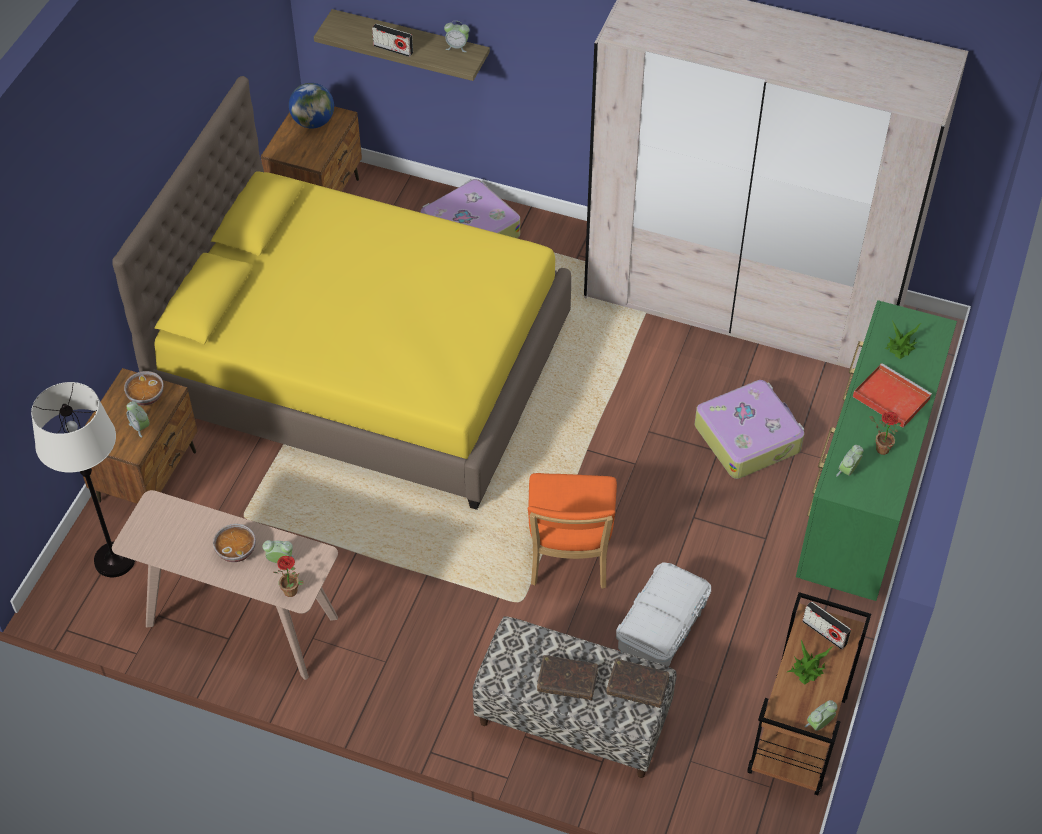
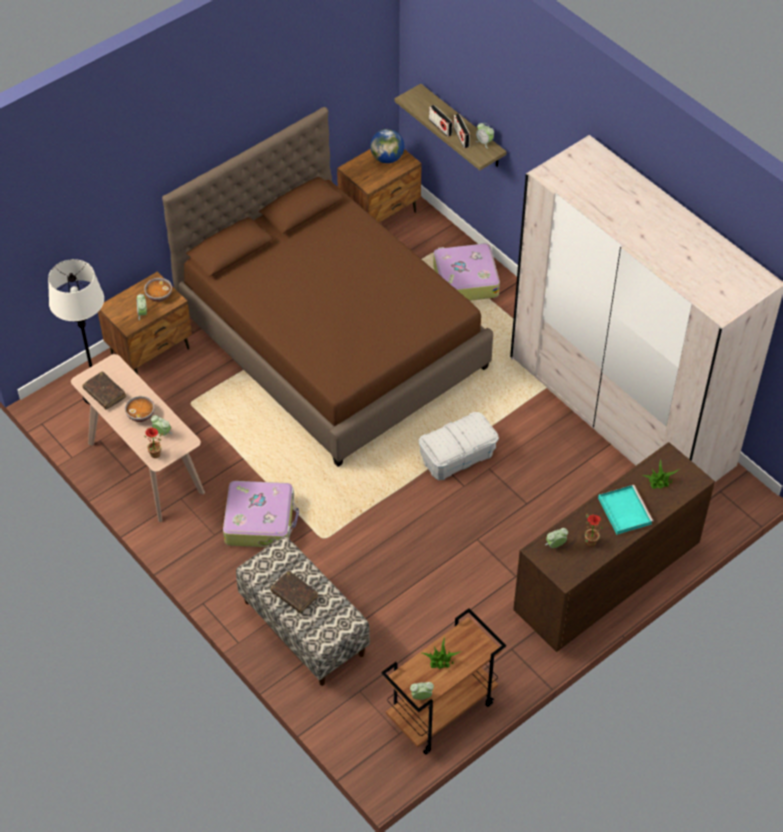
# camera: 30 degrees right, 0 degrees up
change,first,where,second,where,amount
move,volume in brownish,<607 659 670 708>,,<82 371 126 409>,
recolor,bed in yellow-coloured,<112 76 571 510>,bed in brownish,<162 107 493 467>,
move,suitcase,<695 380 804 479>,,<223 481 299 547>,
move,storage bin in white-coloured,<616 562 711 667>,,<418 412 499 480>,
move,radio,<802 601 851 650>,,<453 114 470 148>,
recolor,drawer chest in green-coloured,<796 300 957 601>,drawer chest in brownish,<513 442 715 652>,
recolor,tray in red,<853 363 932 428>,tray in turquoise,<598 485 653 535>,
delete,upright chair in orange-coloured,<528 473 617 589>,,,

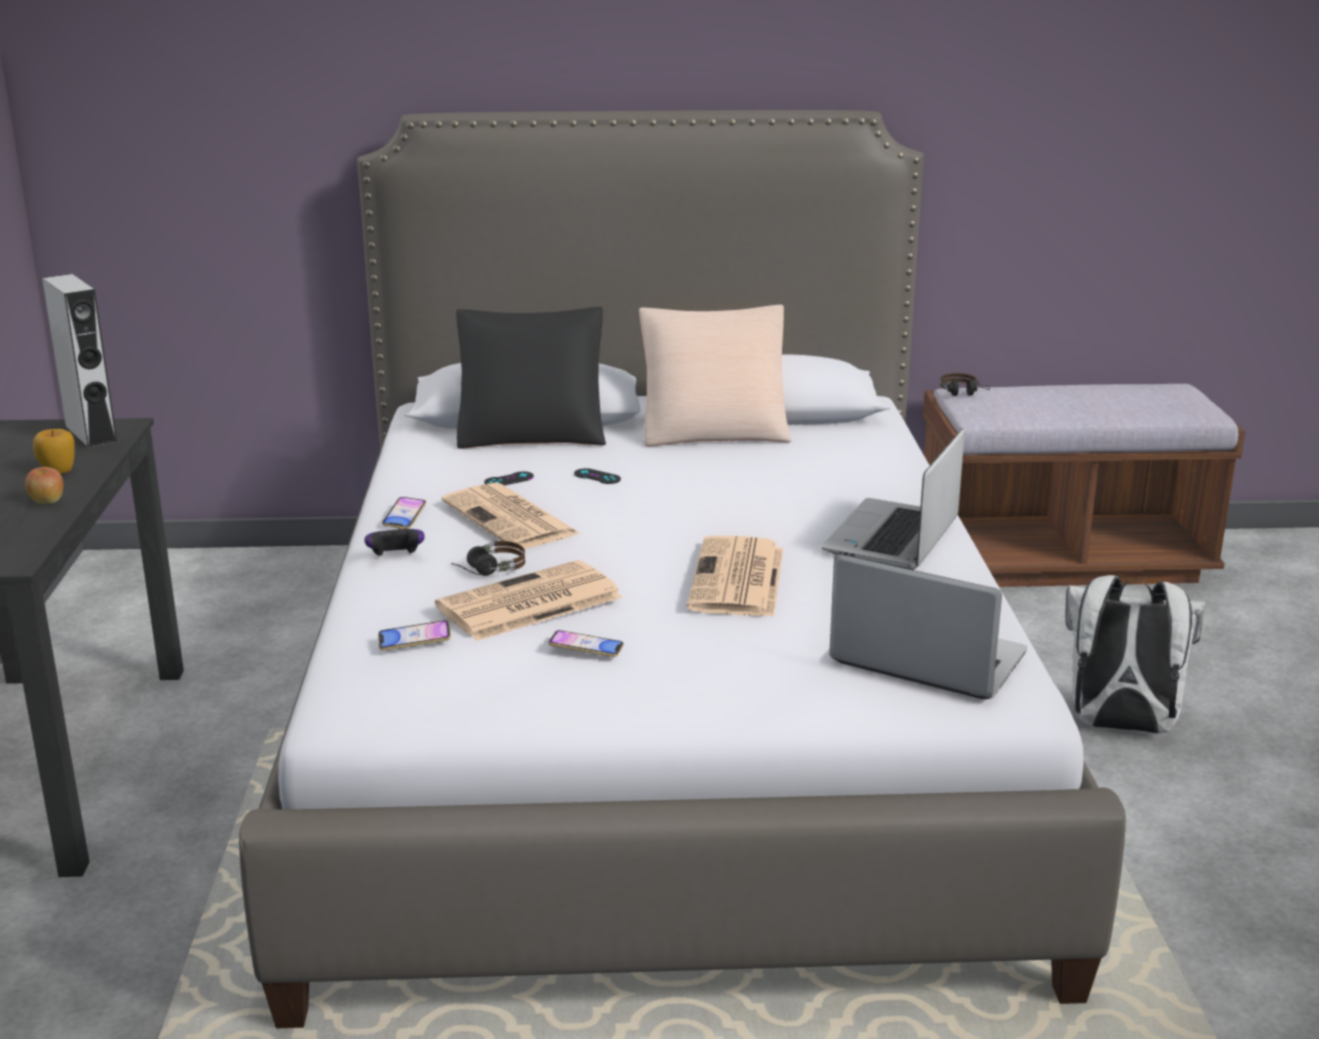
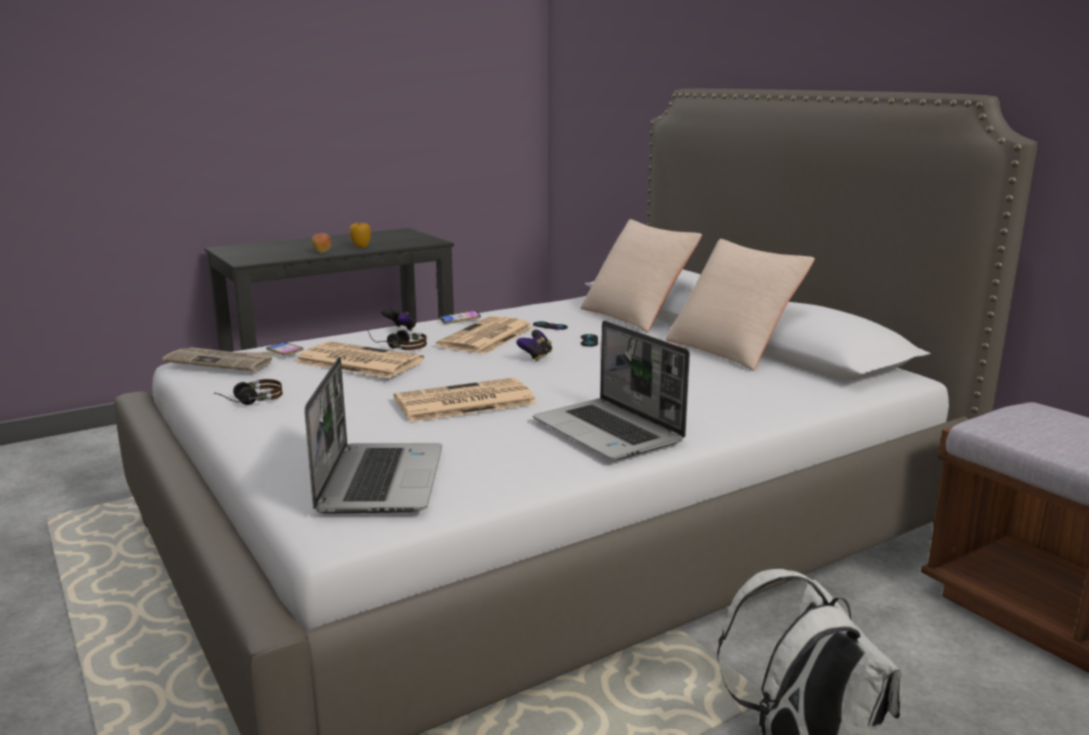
# camera: 60 degrees right, 5 degrees down
change,first,where,second,where,amount
insert,,,printed paper,<162 347 276 372>,
move,headset,<940 373 990 396>,,<214 379 283 405>,
insert,,,game controller,<516 330 552 361>,
rotate,notebook computer,<822 428 964 570>,,<533 321 690 460>,120 degrees counterclockwise
recolor,pillow in black,<456 307 606 449>,pillow in beige,<580 219 702 332>,
delete,speaker in gray,<42 274 118 448>,,,
delete,telephone,<548 630 624 657>,,,

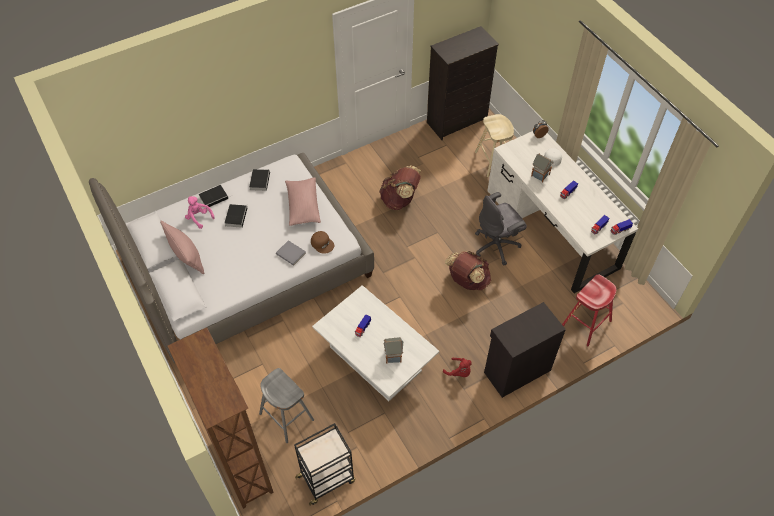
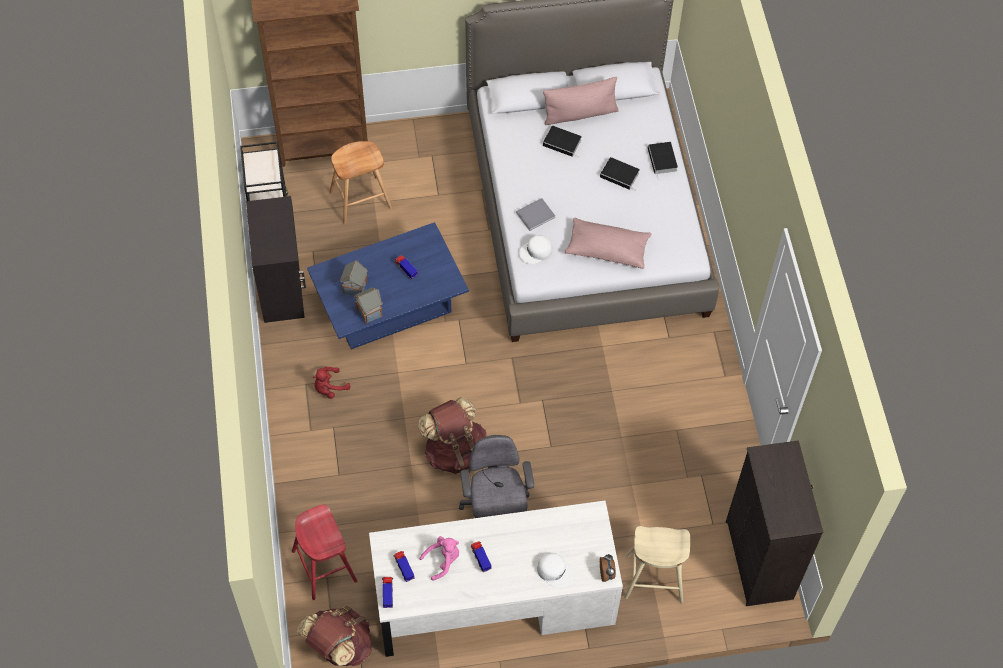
# camera: 110 degrees right, 5 degrees up
change,first,where,second,where,amount
move,cupboard in black,<484 302 566 398>,,<246 196 306 323>,
move,backpack in brownish,<379 165 421 210>,,<297 606 372 666>,
recolor,lounge table in white-coloured,<312 285 439 401>,lounge table in blue,<307 222 469 349>,
recolor,stool seat in gray,<259 368 314 443>,stool seat in brownish,<329 141 392 224>,
move,model house,<531 153 553 183>,,<354 287 383 324>,
move,plush toy in pinkish,<185 196 214 229>,,<420 536 459 581>,
recolor,cap in brownish,<311 231 334 254>,cap in white-coloured,<519 235 552 264>,
move,volume,<249 169 270 191>,,<543 126 582 158>,

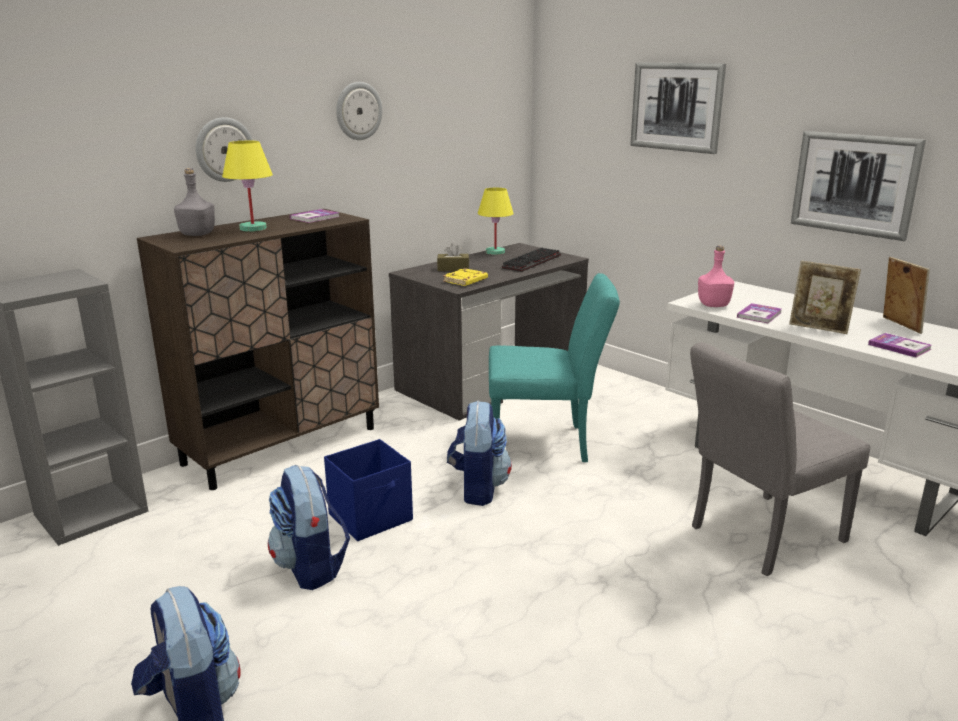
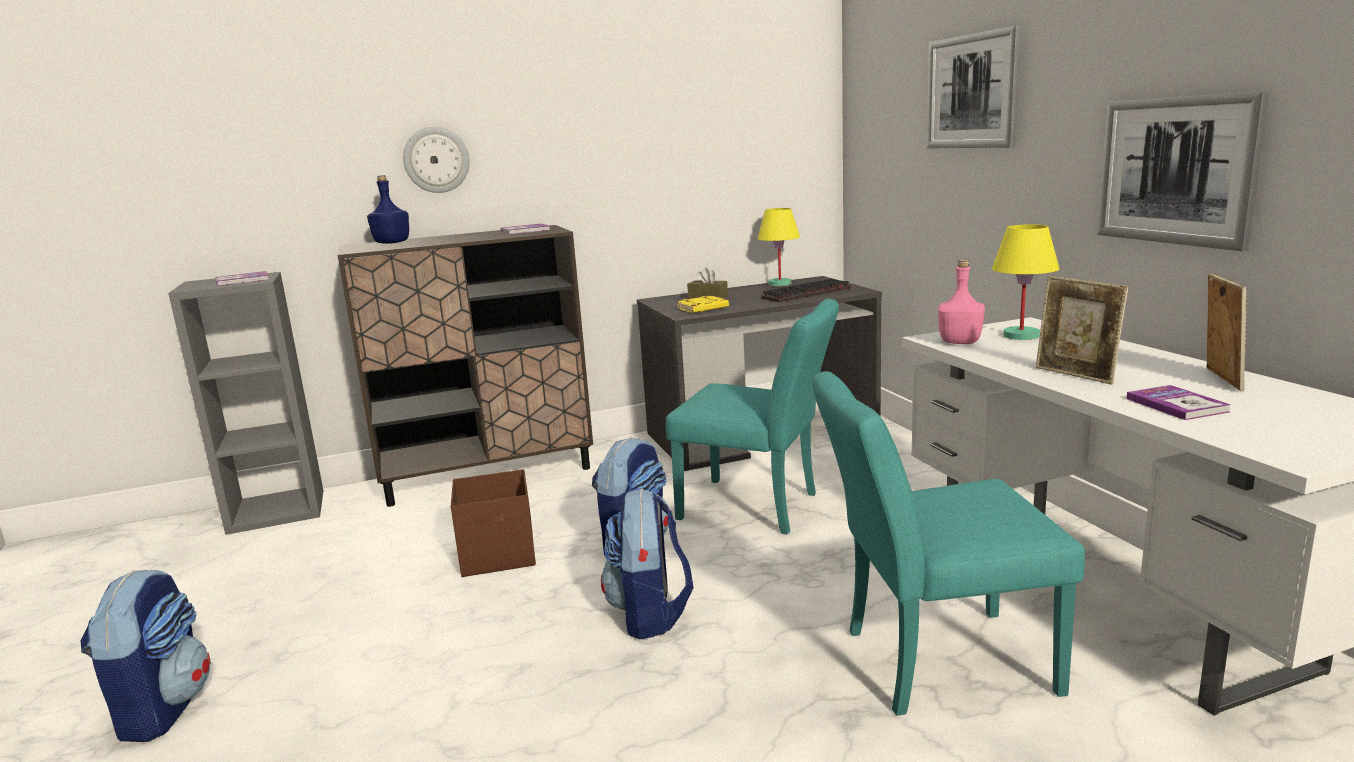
# camera: 25 degrees right, 5 degrees down
change,first,where,second,where,amount
move,volume,<737 303 782 323>,,<215 271 270 286>,
recolor,beverage bottle in gray,<174 168 215 236>,beverage bottle in blue,<367 175 409 244>,
recolor,storage bin in blue,<324 439 413 541>,storage bin in brownish,<451 469 536 577>,
move,backpack,<268 465 350 590>,,<601 488 693 640>,
recolor,upright chair in gray,<690 342 870 576>,upright chair in turquoise,<812 371 1085 716>,
move,tabletop lamp in yellow-coloured,<222 140 273 232>,,<992 224 1059 340>,
delete,hanging clock,<336 82 383 140>,,,

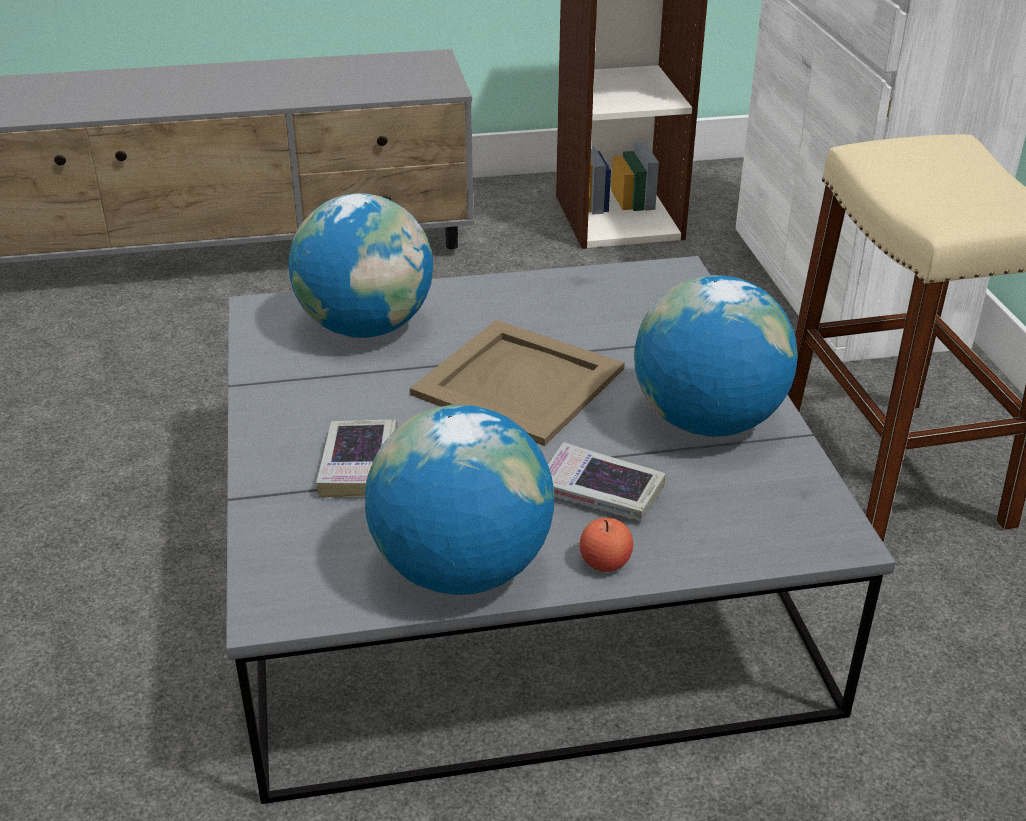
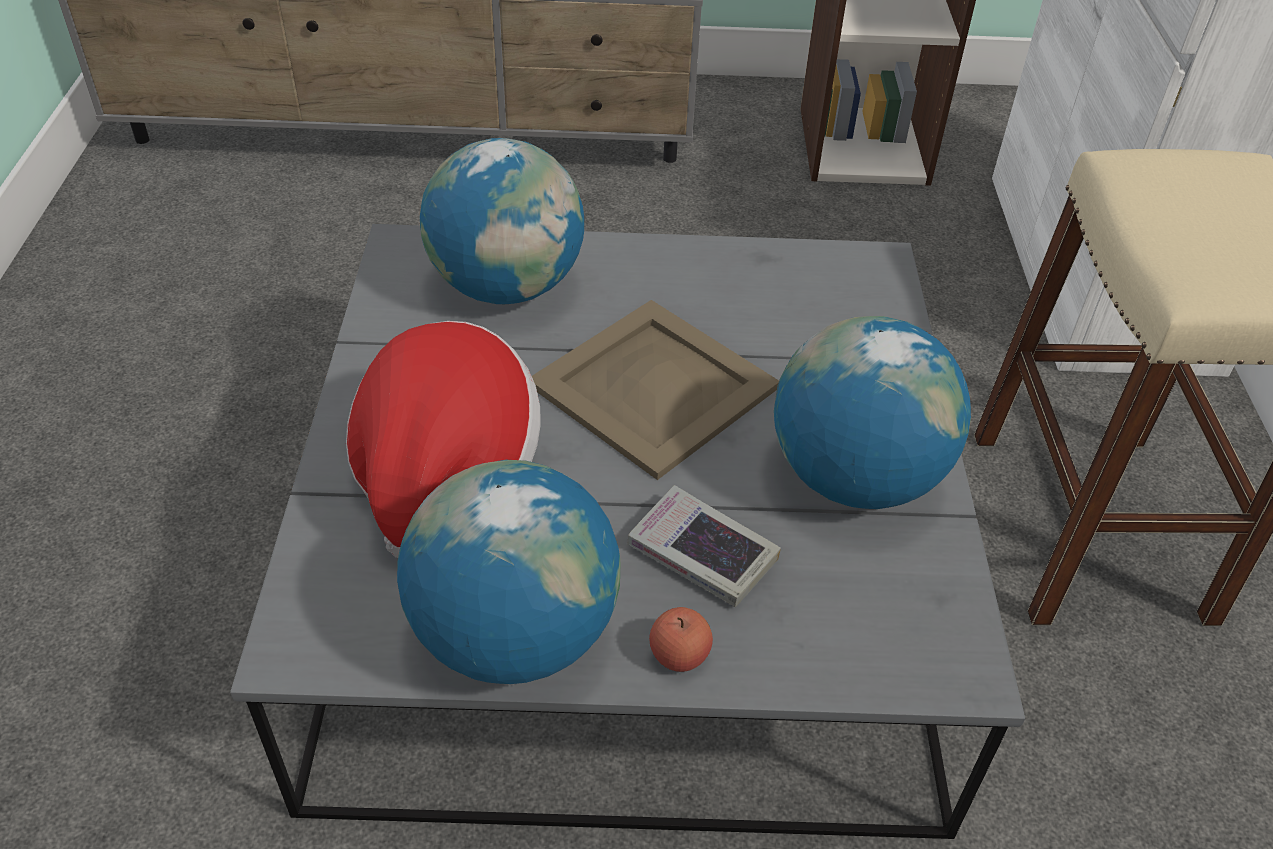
# camera: 10 degrees right, 10 degrees up
change,first,where,second,where,amount
replace,volume,<316 419 398 498>,wearable hat,<346 321 541 558>,

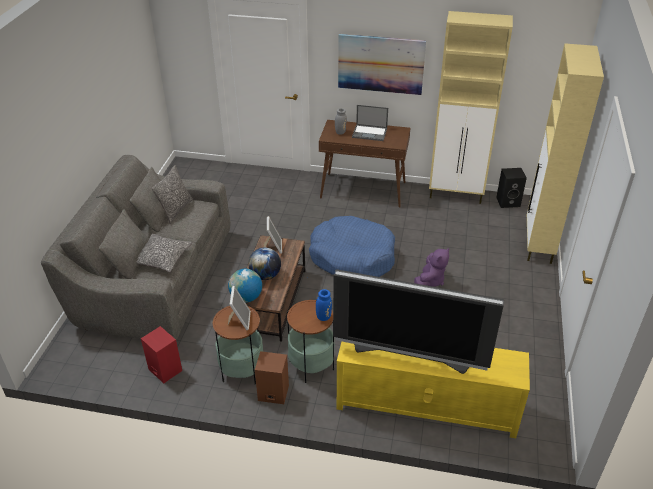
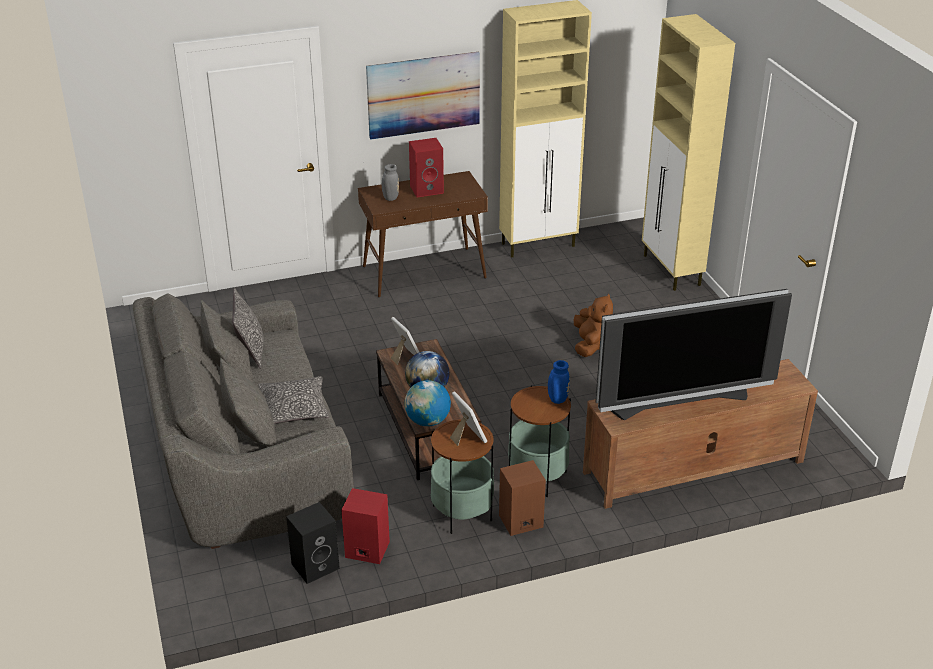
# camera: 30 degrees left, 5 degrees down
change,first,where,second,where,amount
move,speaker in black,<496 168 527 208>,,<286 502 340 584>,
replace,notebook computer,<352 105 388 141>,speaker in red,<409 138 444 197>,
recolor,plush toy in purple-coloured,<414 248 449 287>,plush toy in brownish,<574 293 613 357>,
recolor,tv unit in yellow-coloured,<337 341 530 438>,tv unit in brownish,<583 359 818 509>,
delete,dog bed in blue,<309 216 395 277>,,,

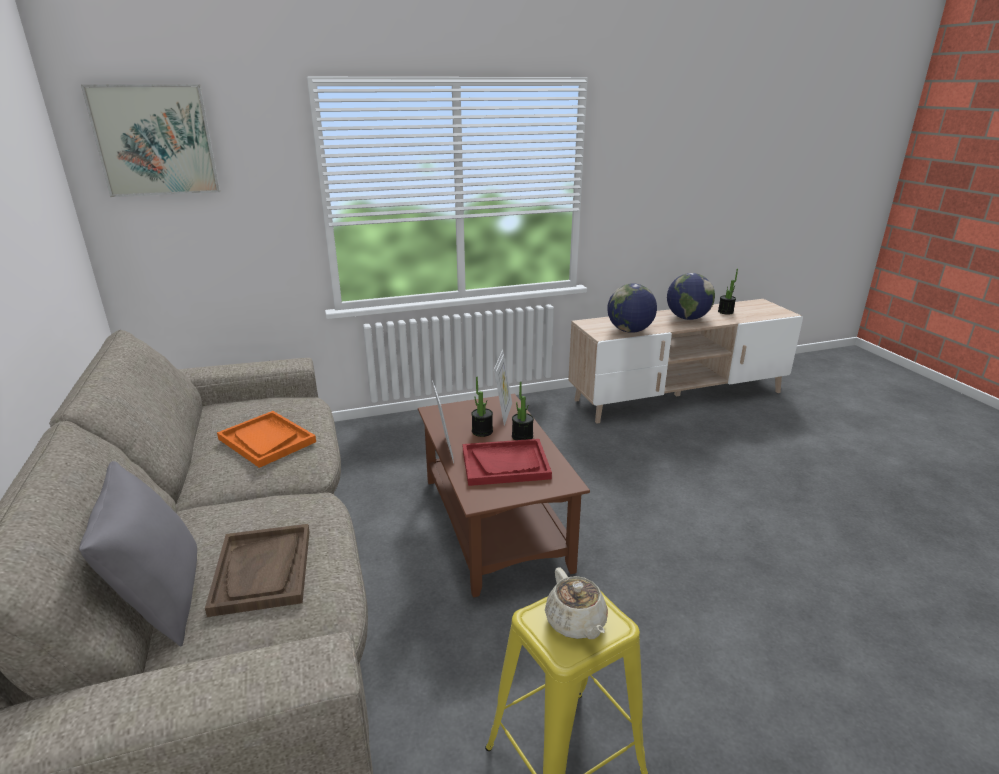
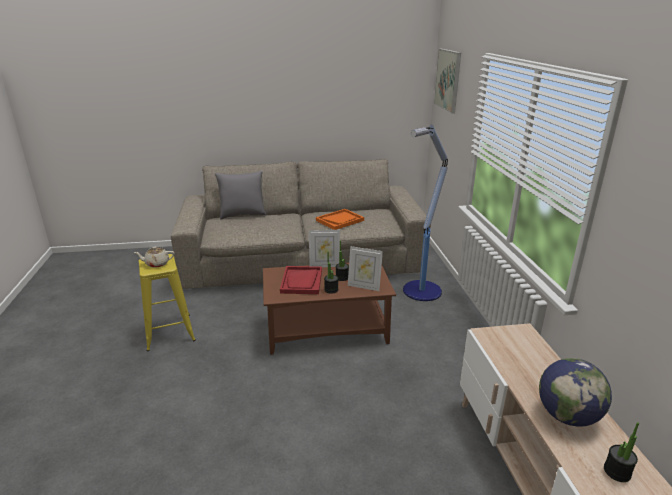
# camera: 100 degrees right, 0 degrees up
change,first,where,second,where,amount
insert,,,standard lamp,<403 125 448 301>,
delete,tray in brownish,<205 524 310 617>,,,
delete,world globe,<607 283 657 333>,,,

